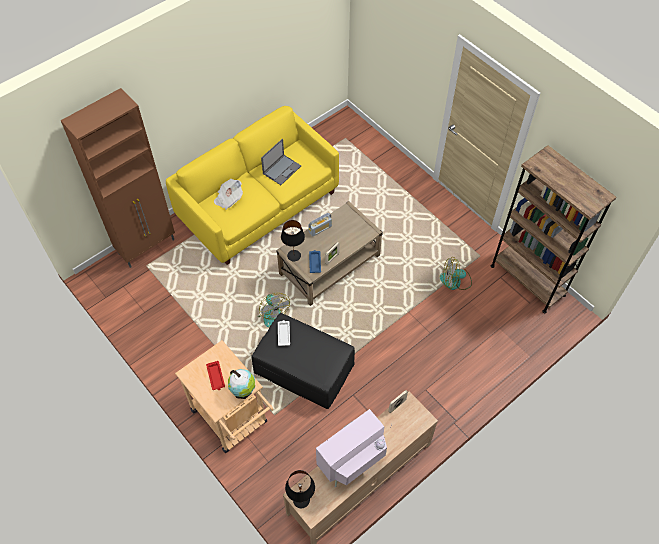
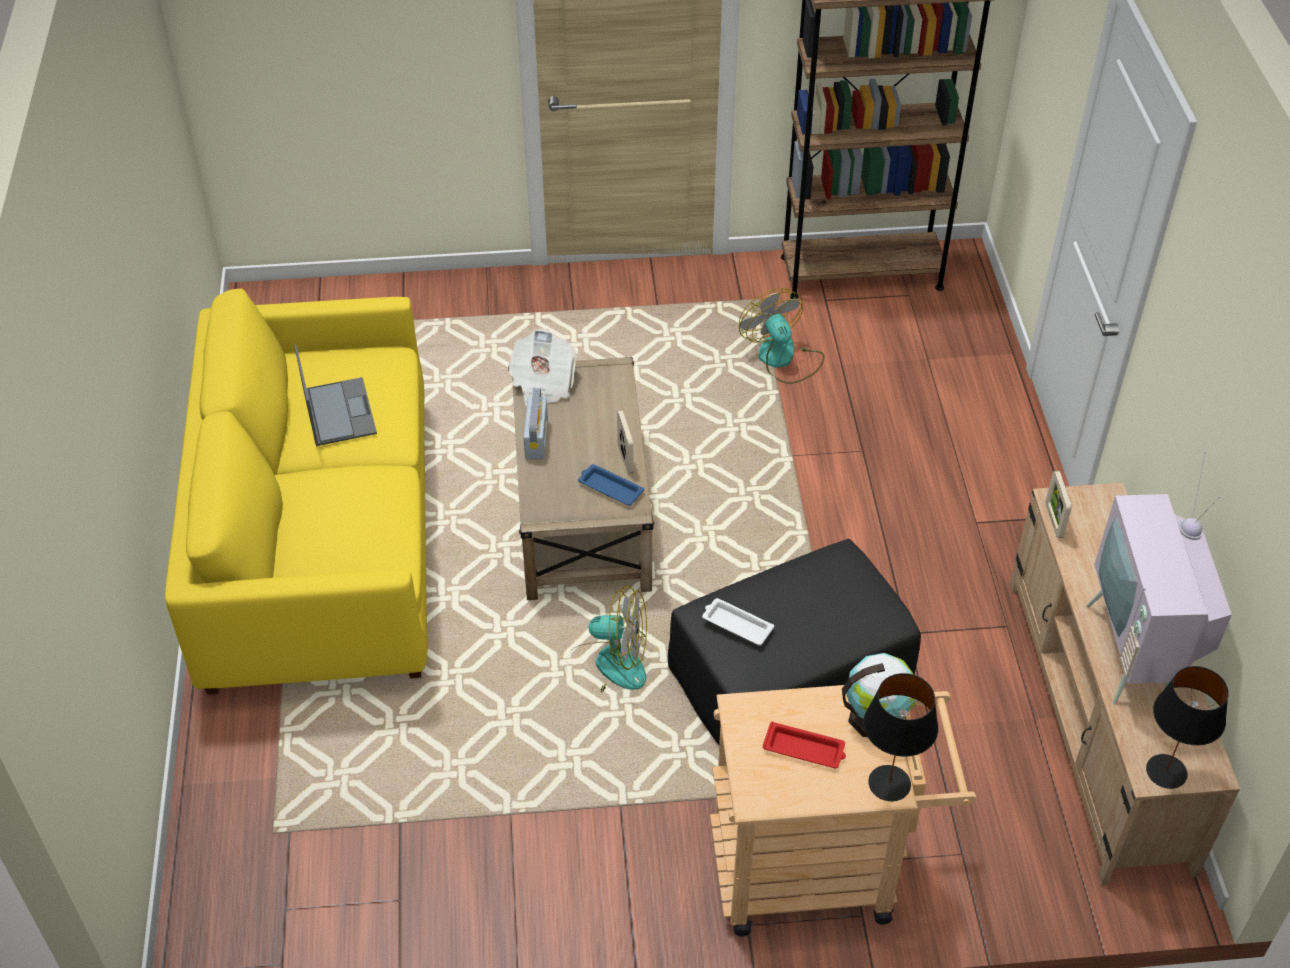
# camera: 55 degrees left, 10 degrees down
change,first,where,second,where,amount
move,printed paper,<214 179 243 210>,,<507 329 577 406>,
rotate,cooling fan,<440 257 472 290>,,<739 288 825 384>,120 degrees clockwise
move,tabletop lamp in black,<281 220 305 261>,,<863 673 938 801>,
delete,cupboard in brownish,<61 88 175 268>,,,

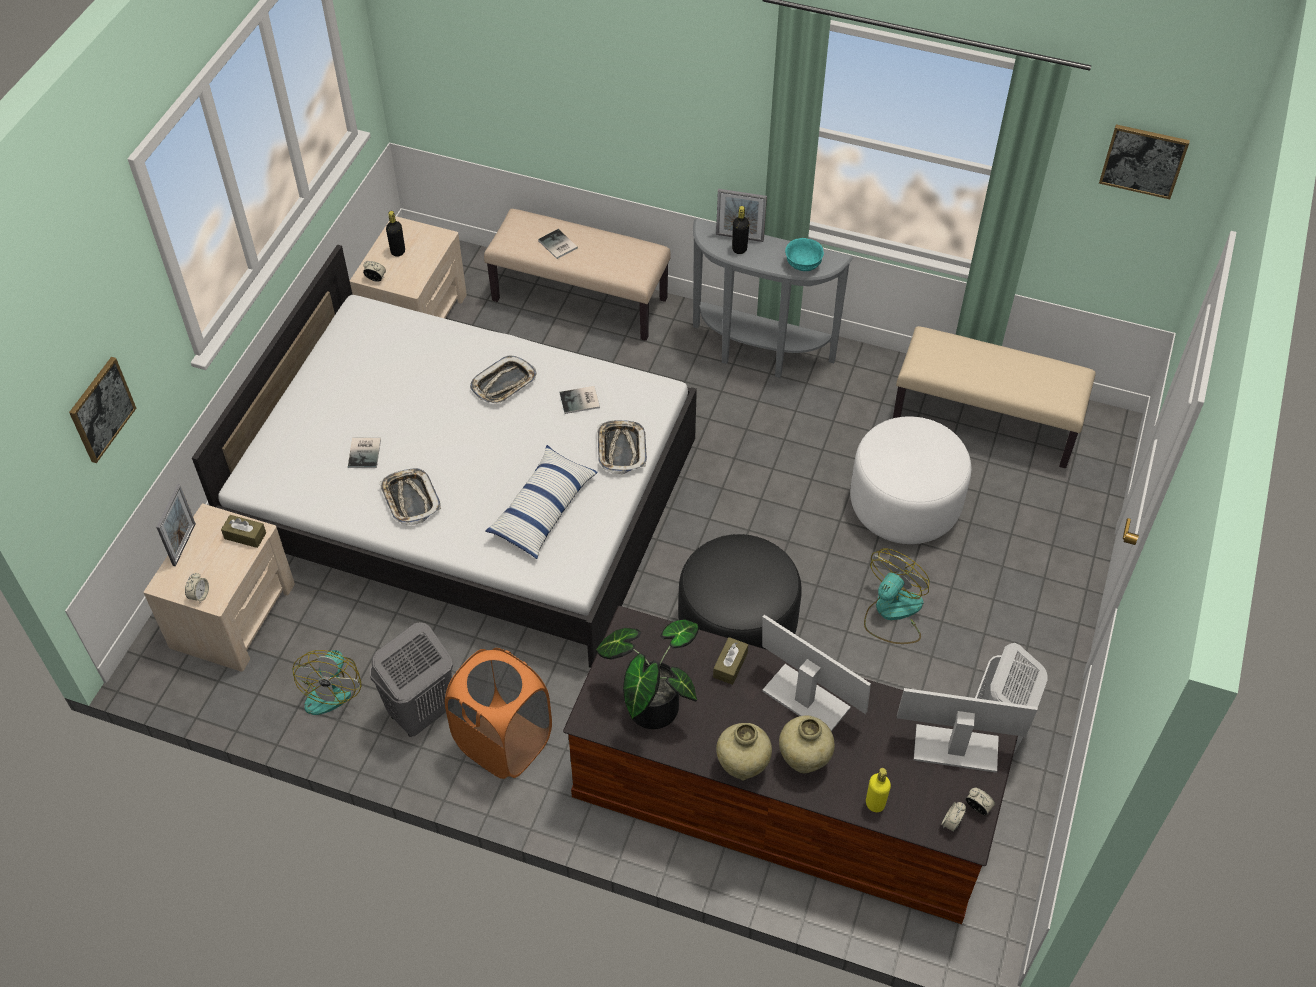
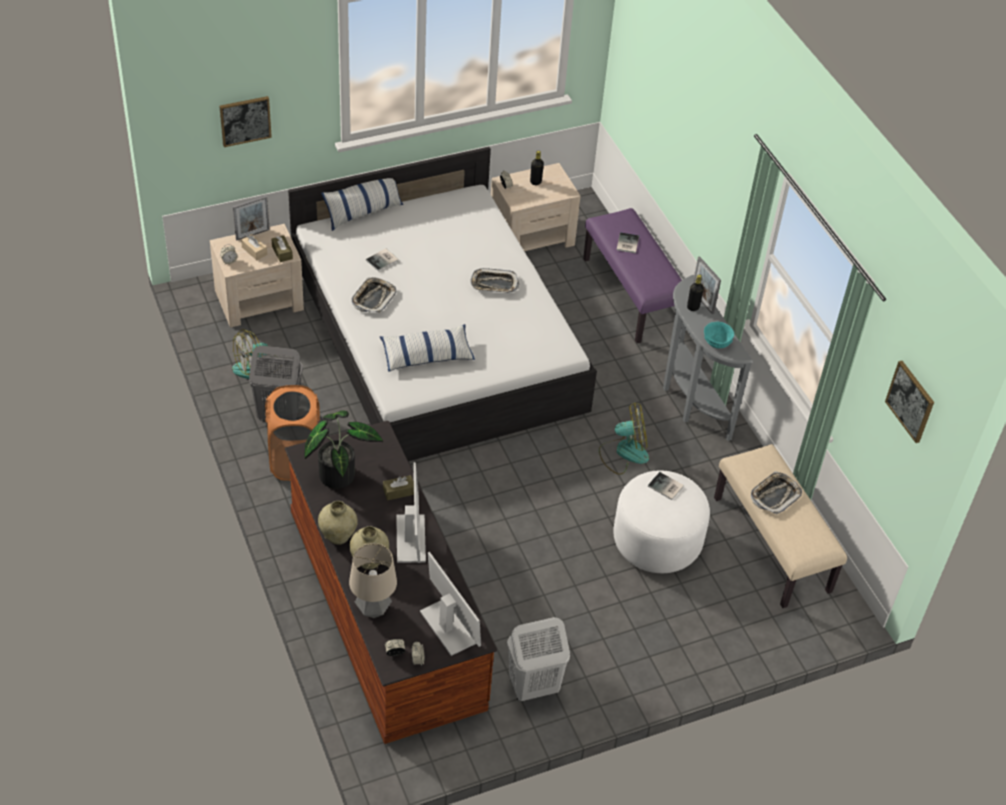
# camera: 45 degrees right, 5 degrees down
change,first,where,second,where,amount
insert,,,tissue box in beige,<241 234 267 260>,
insert,,,pillow,<321 178 403 231>,
replace,beverage bottle in yellow-coloured,<866 768 891 812>,tabletop lamp,<349 543 397 618>,
recolor,bench in beige,<484 209 671 341>,bench in purple-coloured,<583 208 682 343>,
move,cooling fan,<864 549 930 644>,,<599 402 649 475>,
move,volume,<560 386 600 414>,,<648 472 684 500>,
move,tray,<598 420 647 474>,,<751 471 802 515>,
delete,ottoman in black,<678 534 802 650>,,,

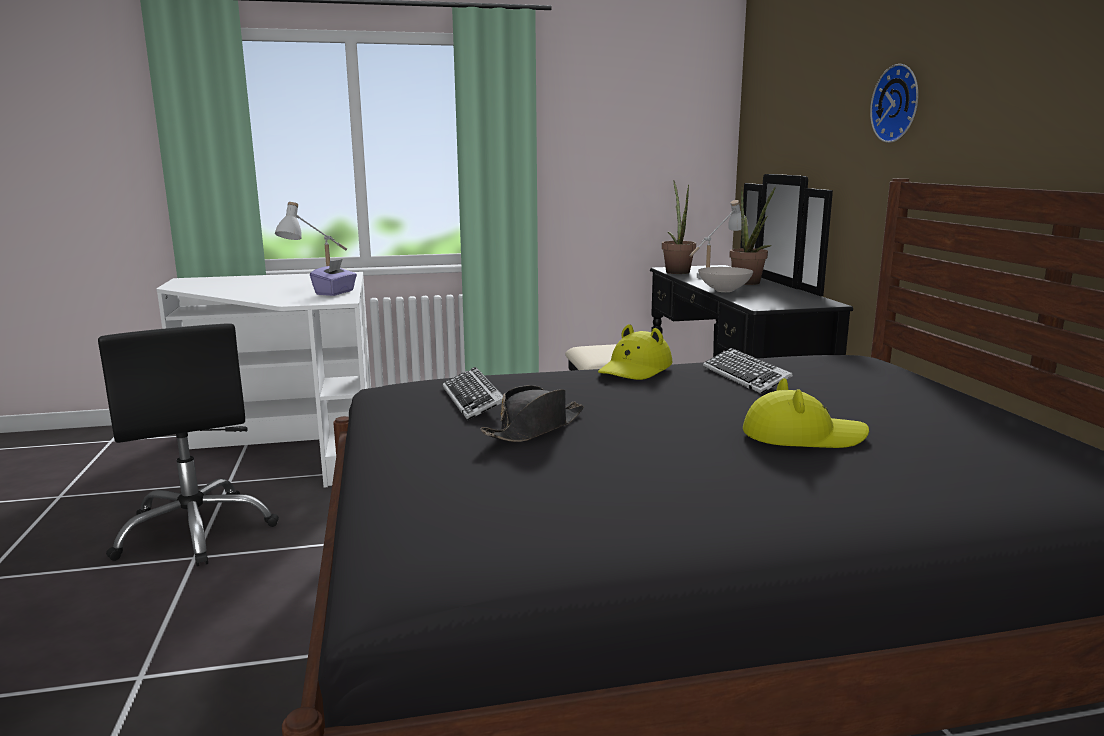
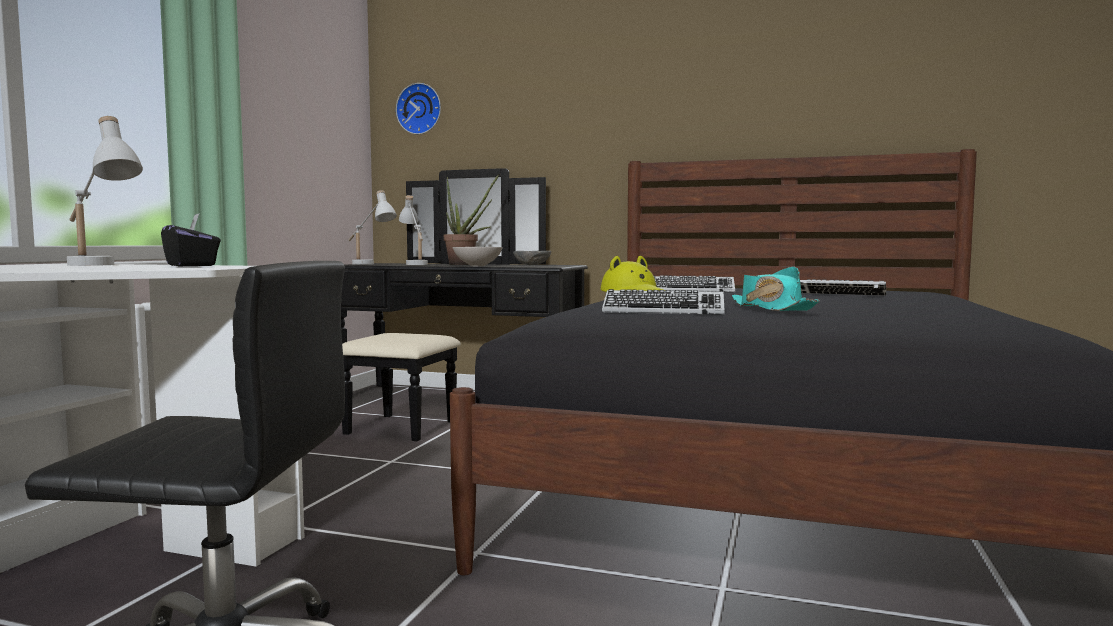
# camera: 60 degrees left, 10 degrees down
change,first,where,second,where,amount
recolor,tissue box in purple-coloured,<310 259 357 296>,tissue box in black,<161 214 221 266>,
replace,potted plant,<662 181 696 274>,tabletop lamp in white-coloured,<348 190 397 265>,
move,hanging clock,<870 64 918 143>,,<396 83 441 134>,
insert,,,serving bowl in gray,<513 251 551 265>,
recolor,wearable hat in black,<480 385 584 442>,wearable hat in turquoise,<732 267 819 311>,
replace,wearable hat in yellow-coloured,<743 378 869 448>,PC keyboard,<800 279 886 296>,

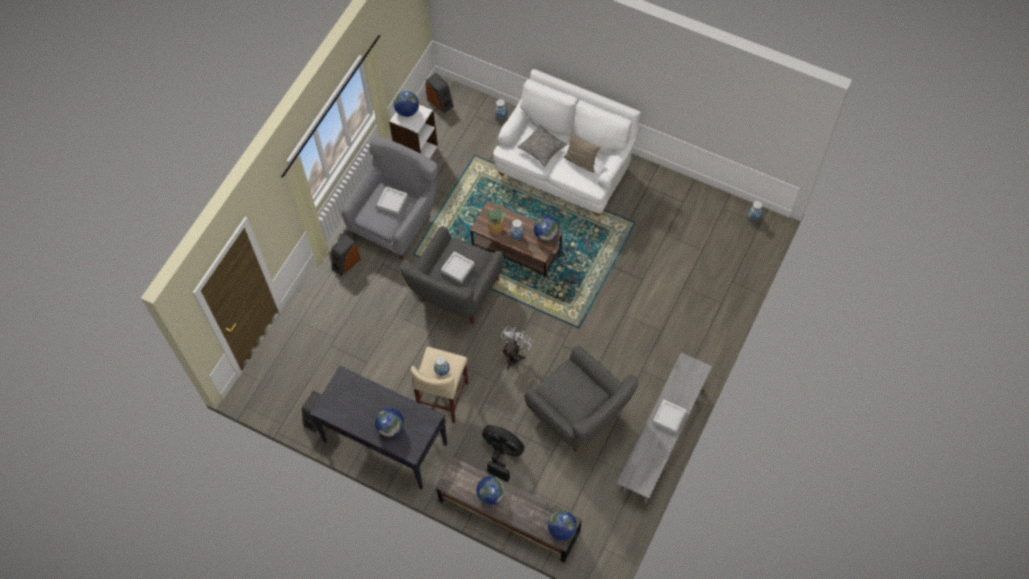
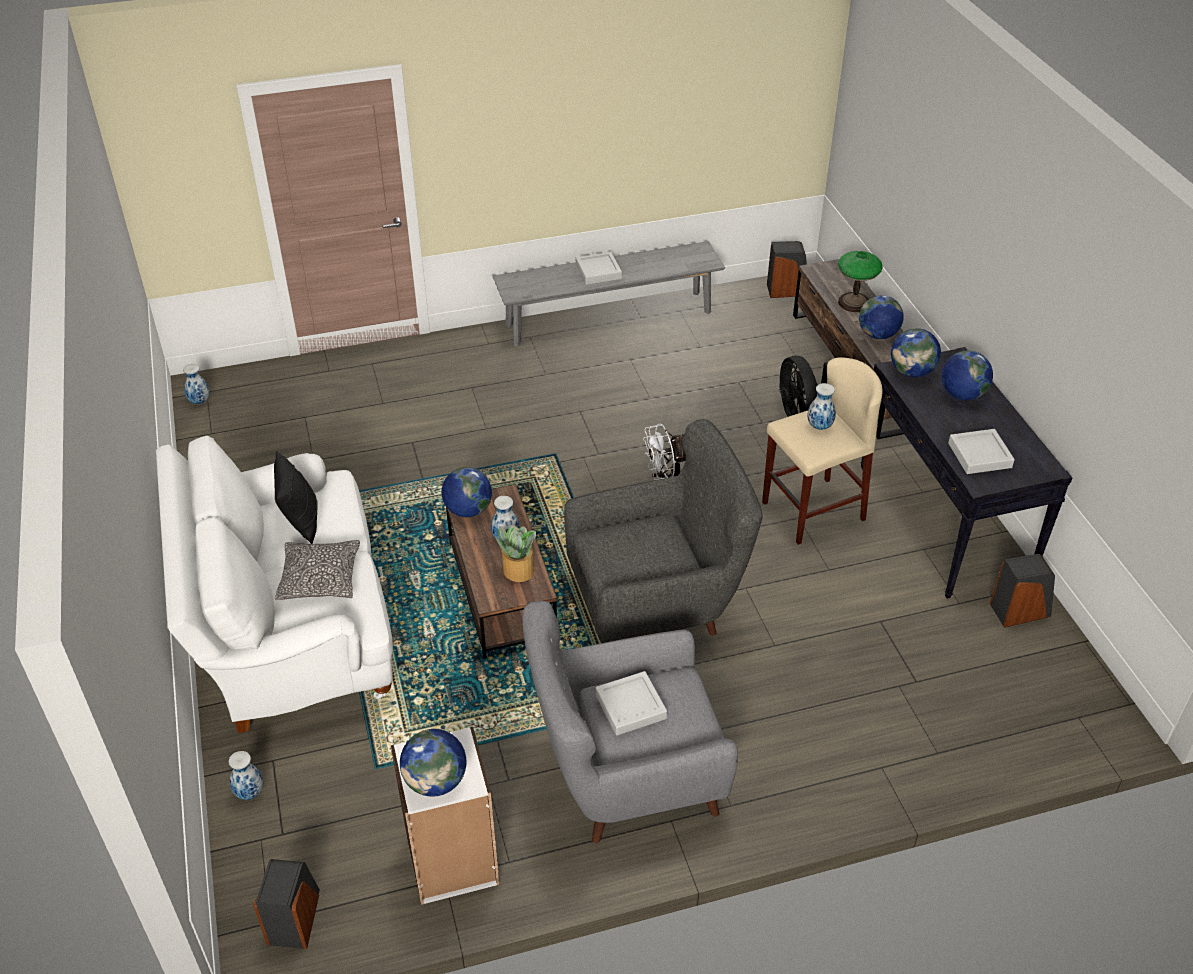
# camera: 135 degrees left, 20 degrees down
change,first,where,second,where,amount
recolor,pillow in beige,<564 132 601 173>,pillow in black,<274 451 318 544>,
move,speaker,<331 234 360 276>,,<767 241 807 298>,
insert,,,tabletop lamp,<838 251 883 312>,
move,world globe,<548 511 577 540>,,<891 328 941 377>,
move,tray in gray,<441 251 475 283>,,<948 429 1015 474>,
delete,lounge chair in gray,<524 346 638 451>,,,

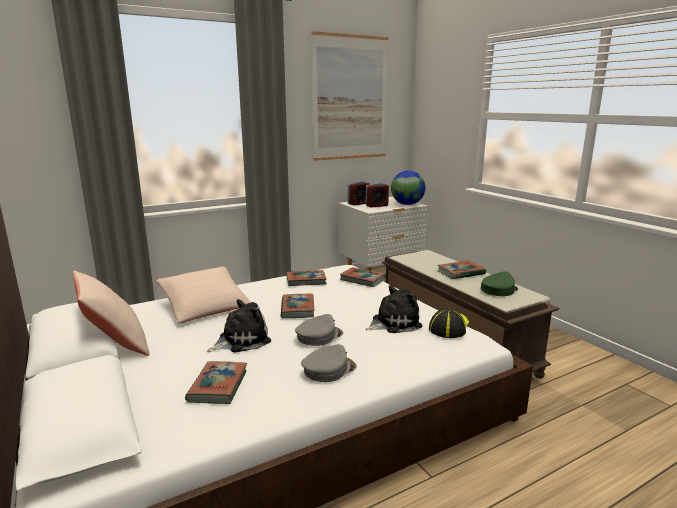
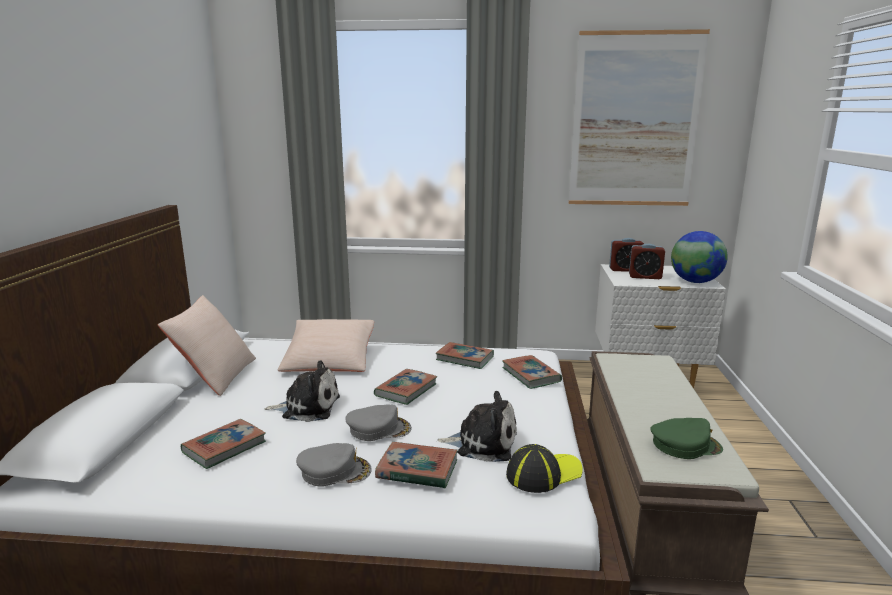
# camera: 35 degrees right, 0 degrees up
change,first,where,second,where,amount
move,volume,<438 260 486 279>,,<375 442 458 488>,

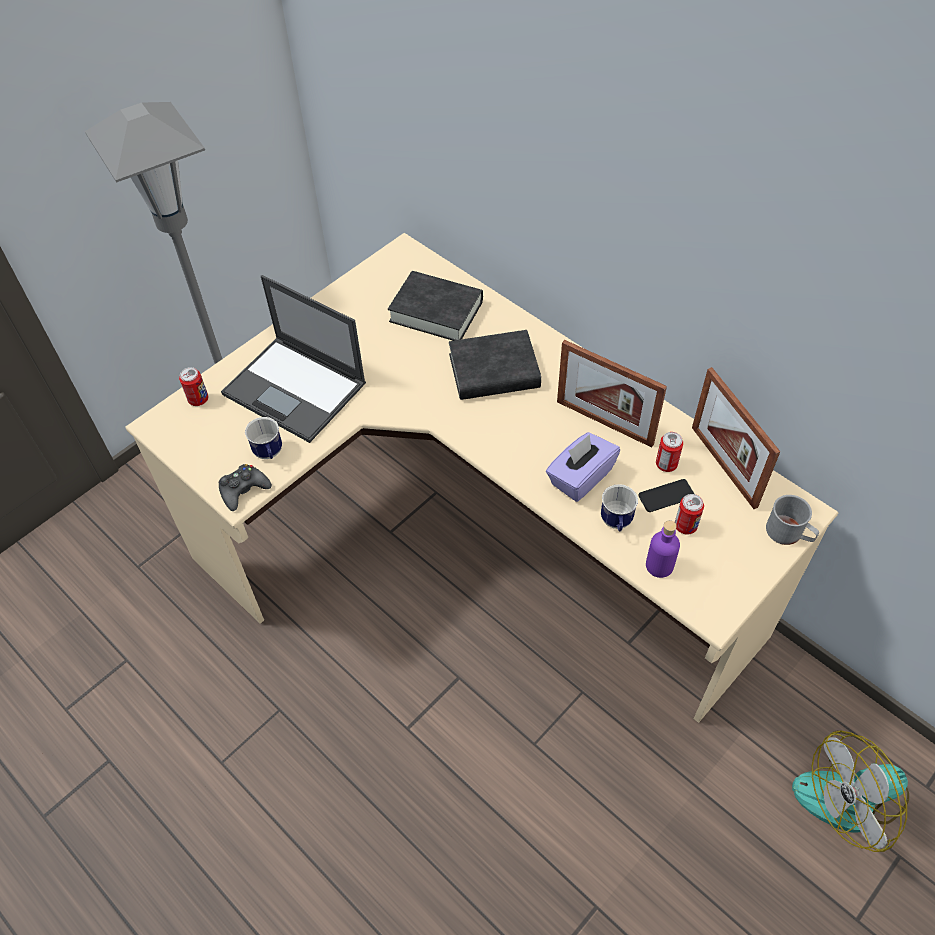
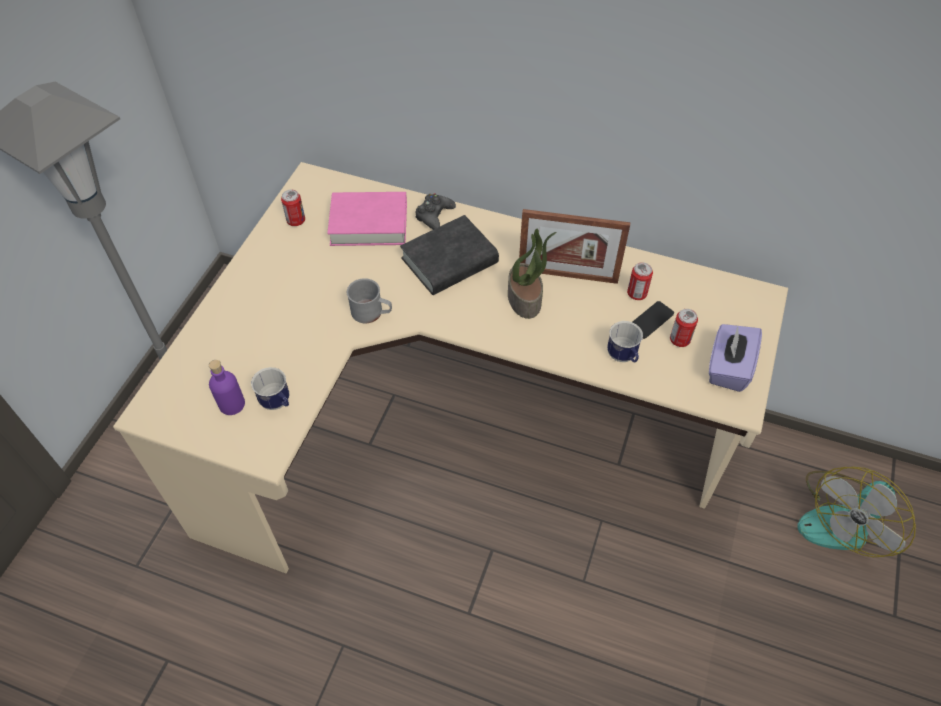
# camera: 25 degrees left, 0 degrees up
change,first,where,second,where,amount
move,beverage bottle in purple-coloured,<646 520 680 578>,,<209 360 245 415>,
move,metal can,<179 367 208 406>,,<281 189 305 226>,
recolor,volume in black,<388 271 483 341>,volume in pinkish,<327 192 407 246>,
move,coffee mug in gray,<766 495 819 545>,,<347 278 392 323>,
move,game controller in black,<219 464 272 511>,,<415 193 456 230>,
insert,,,potted plant,<508 229 556 319>,
move,tissue box in purple-coloured,<546 432 620 502>,,<709 324 762 392>,
delete,notebook computer,<221 275 366 443>,,,
delete,photo frame,<692 367 780 509>,,,

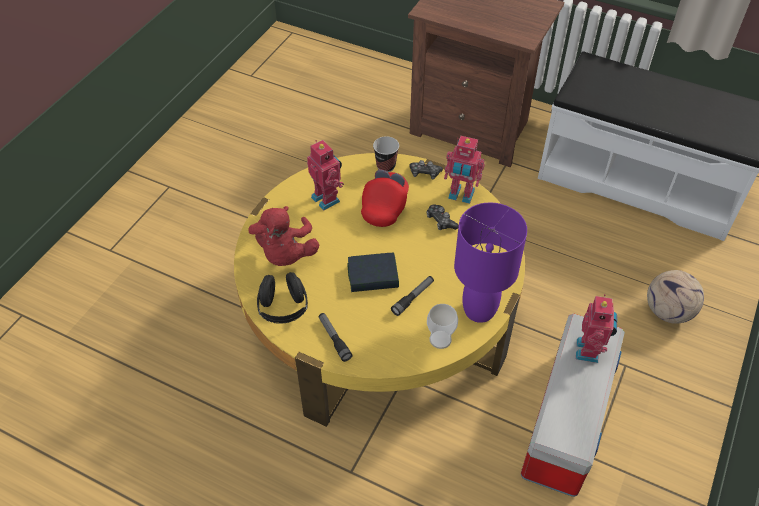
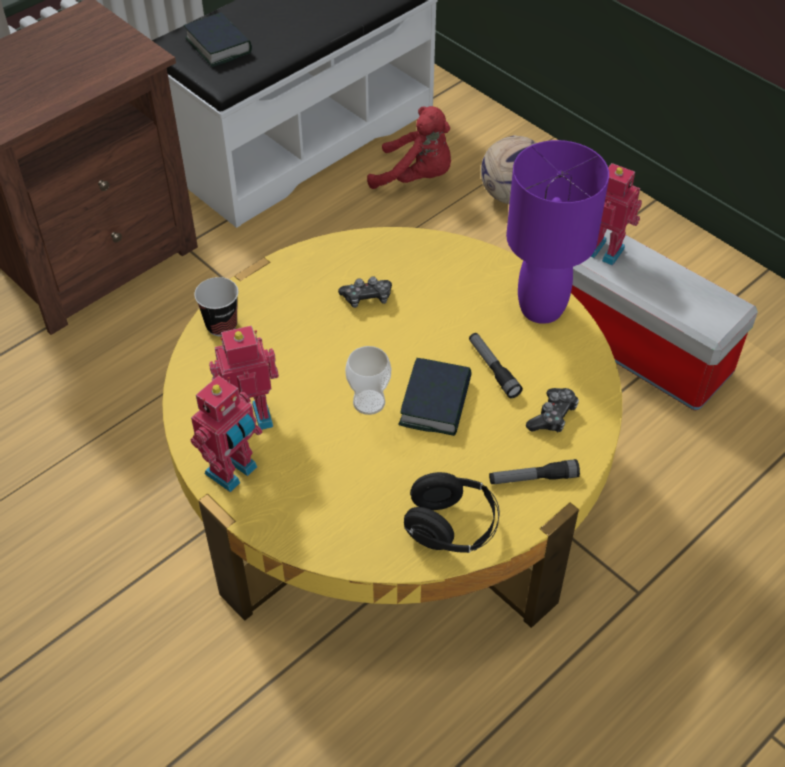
# camera: 70 degrees left, 0 degrees up
change,first,where,second,where,amount
insert,,,volume,<184 12 252 67>,
move,toy robot,<444 136 485 204>,,<190 375 262 492>,
move,cup,<427 304 458 349>,,<345 346 391 415>,
move,plush toy in red,<248 206 319 266>,,<367 106 451 189>,
move,game controller,<409 160 443 179>,,<526 388 579 432>,
delete,cap in red,<361 170 409 227>,,,

